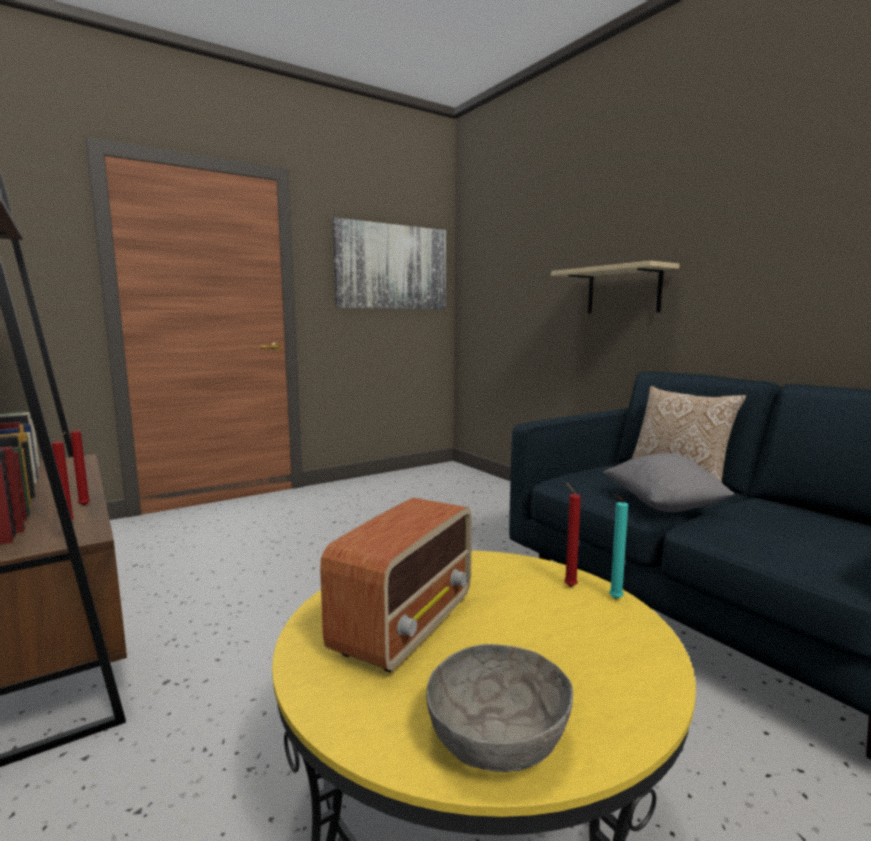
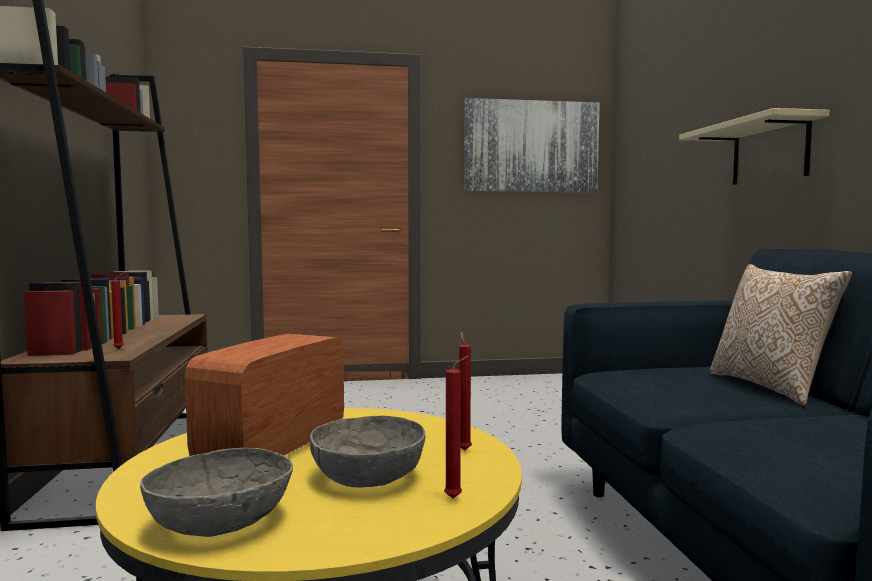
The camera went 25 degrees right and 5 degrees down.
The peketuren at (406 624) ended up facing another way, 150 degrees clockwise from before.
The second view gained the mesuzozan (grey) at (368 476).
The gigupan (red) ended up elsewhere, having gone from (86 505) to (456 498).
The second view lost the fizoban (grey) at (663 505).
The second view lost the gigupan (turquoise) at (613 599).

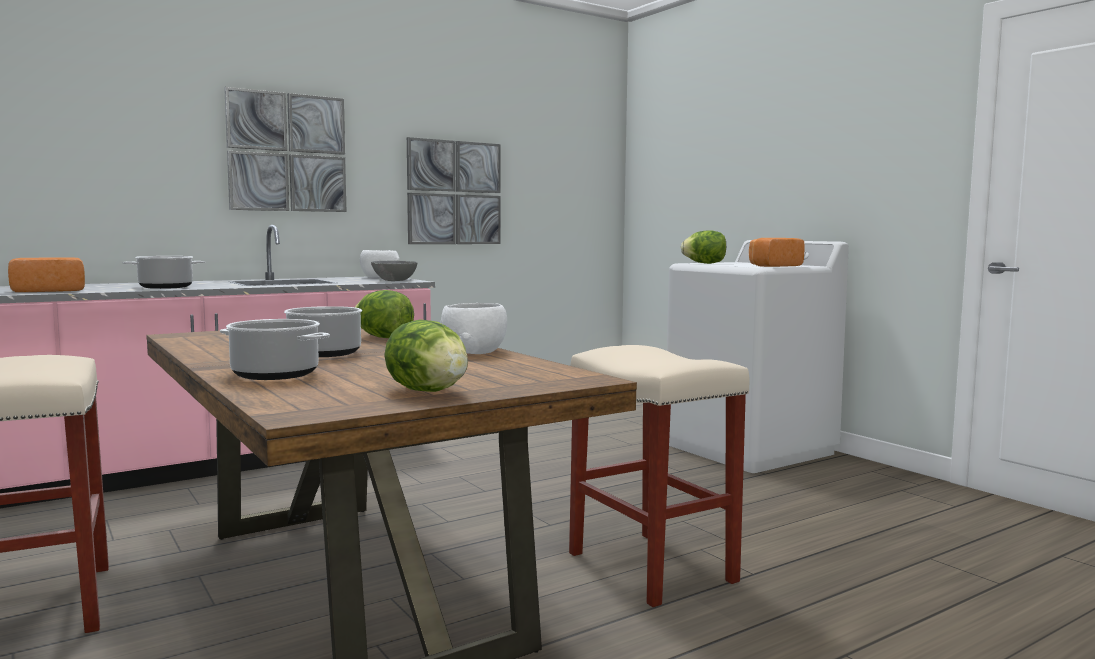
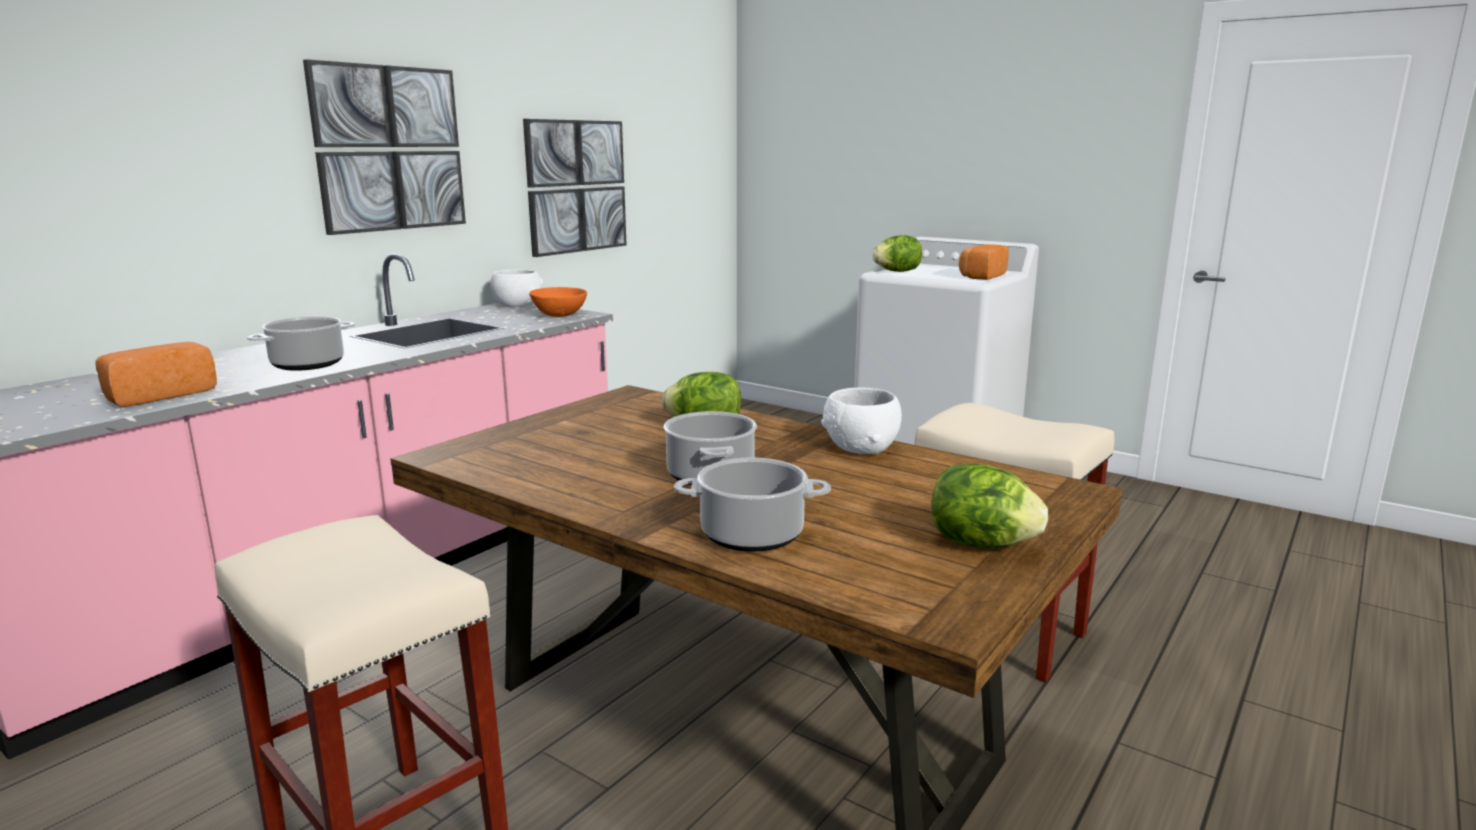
The camera went 20 degrees left and 10 degrees up.
What was the mesuzozan (grey) at (394 280) turned into the mesuzozan (orange) at (559 315).

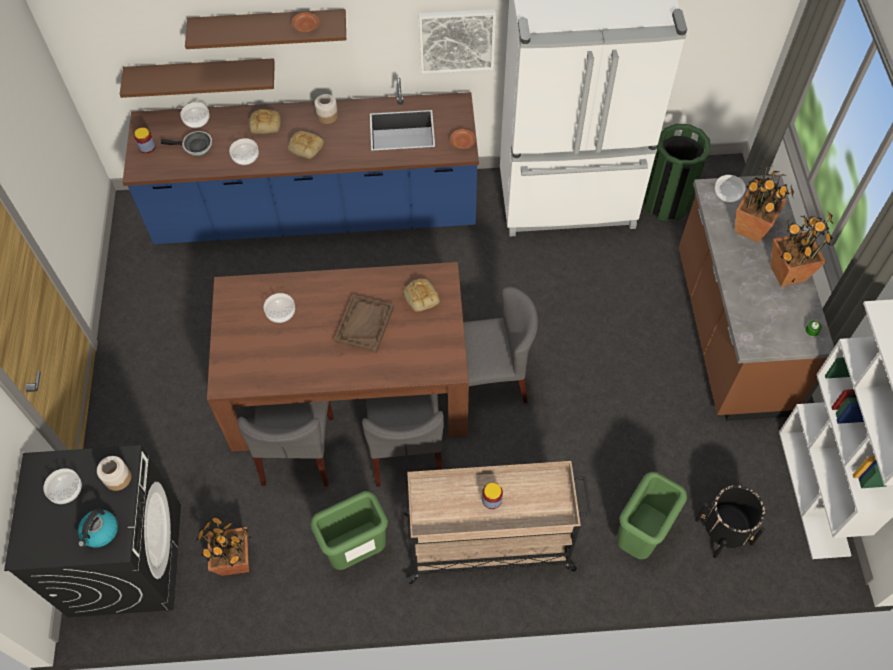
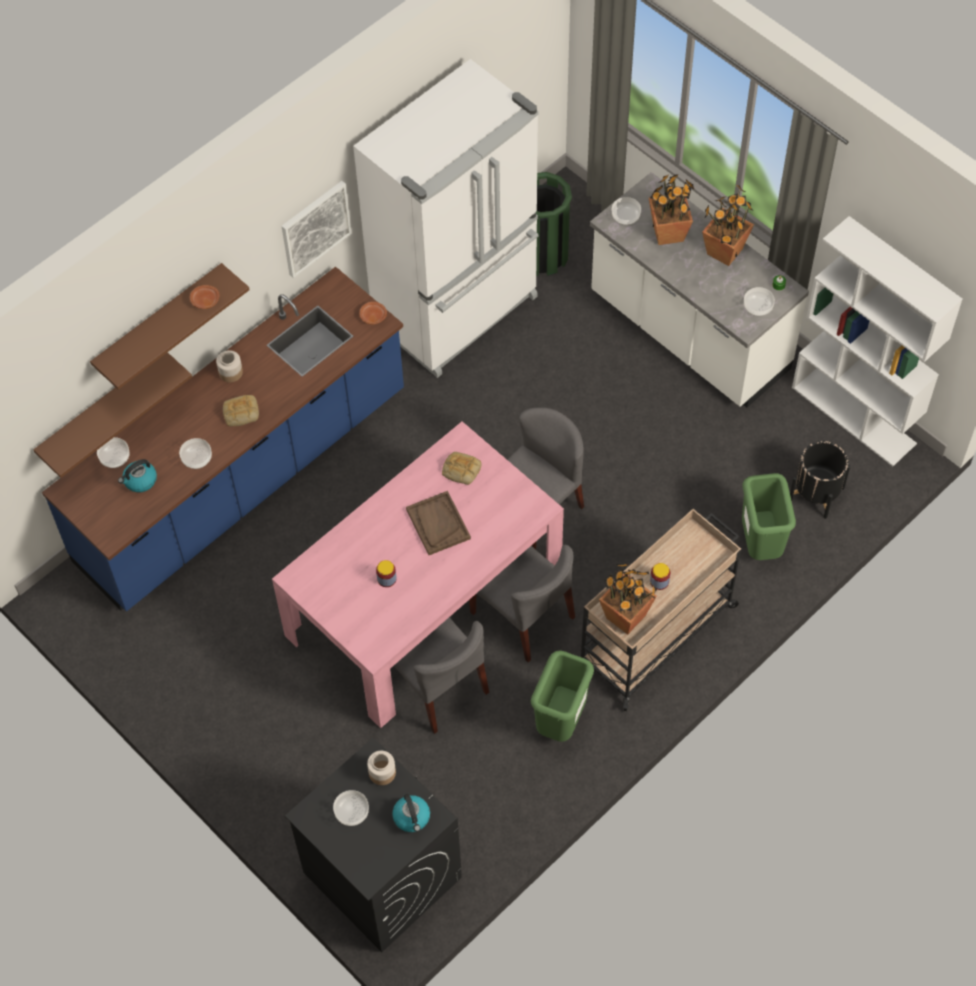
The camera went 40 degrees left and 0 degrees up.
Where the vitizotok stood at (195 146), the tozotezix came to stand at (140 481).
What was the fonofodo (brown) at (349 384) turned into the fonofodo (pink) at (424 601).
The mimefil ended up elsewhere, having gone from (147 147) to (386 579).
What was the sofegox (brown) at (728 332) turned into the sofegox (white) at (688 334).
The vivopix ended up elsewhere, having gone from (235 561) to (626 617).
The mesuzozan ended up elsewhere, having gone from (281 312) to (758 306).
The second view lost the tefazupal at (266 123).

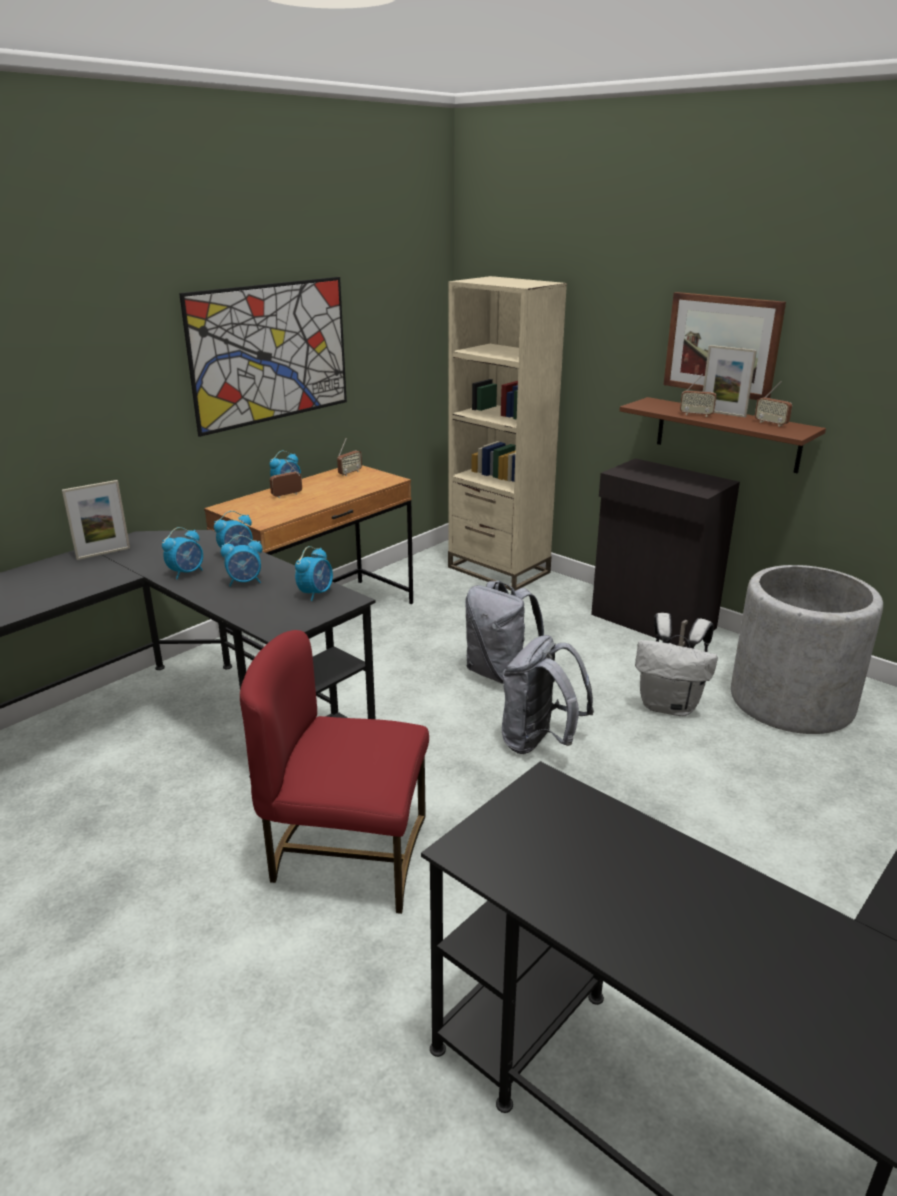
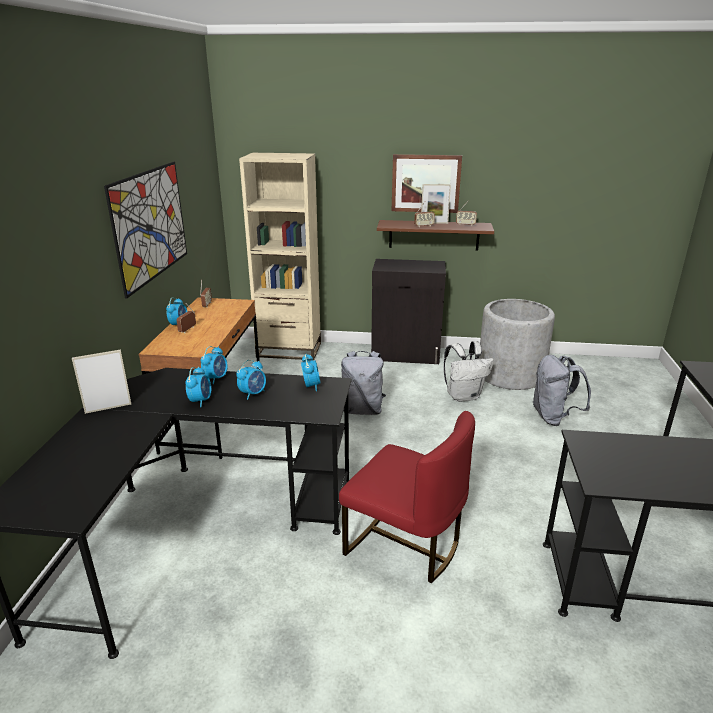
The camera went 35 degrees left and 0 degrees up.
The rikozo at (103 553) ended up facing another way, 135 degrees counterclockwise from before.
The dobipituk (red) at (348 855) ended up facing another way, 120 degrees counterclockwise from before.
The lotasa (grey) ended up elsewhere, having gone from (539 743) to (554 417).

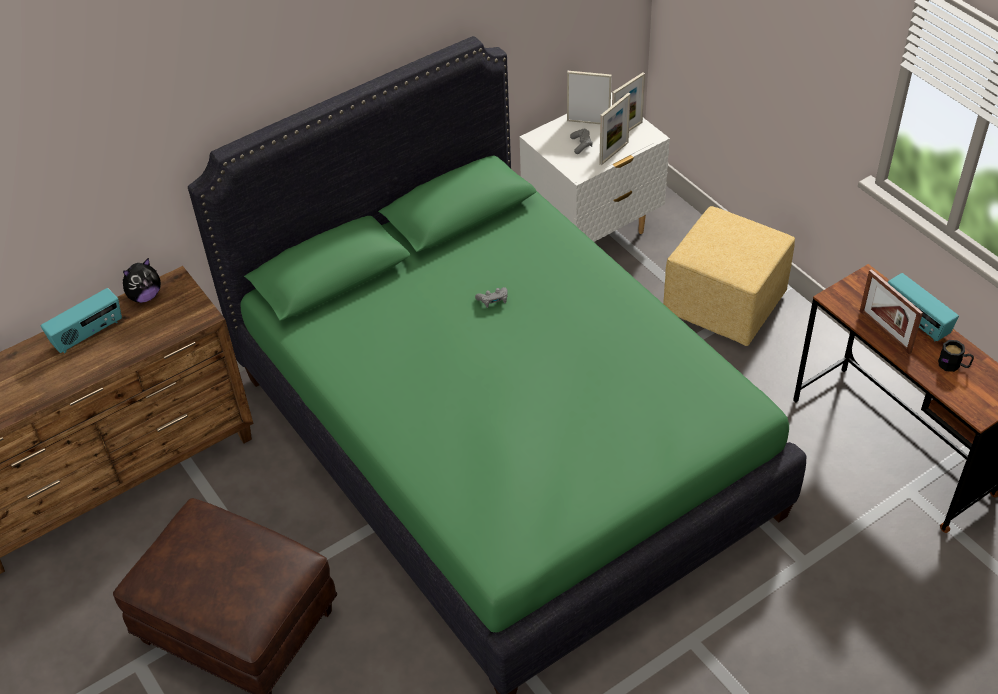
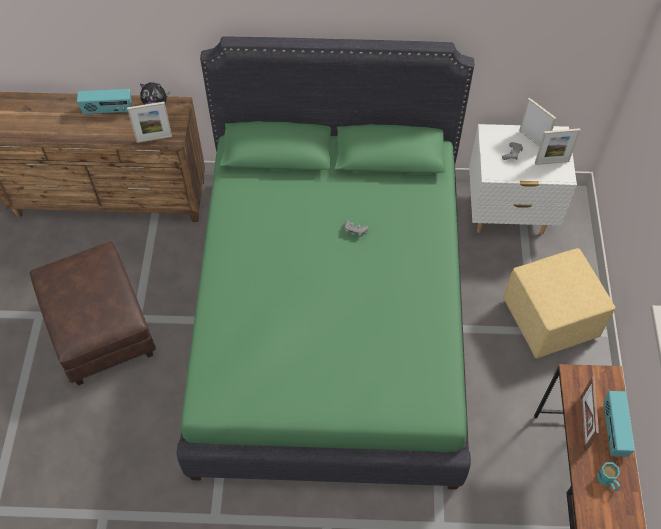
The camera went 35 degrees right and 10 degrees up.
The rikozo ended up elsewhere, having gone from (614 153) to (154 139).
What was the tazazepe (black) at (953 365) turned into the tazazepe (turquoise) at (607 480).

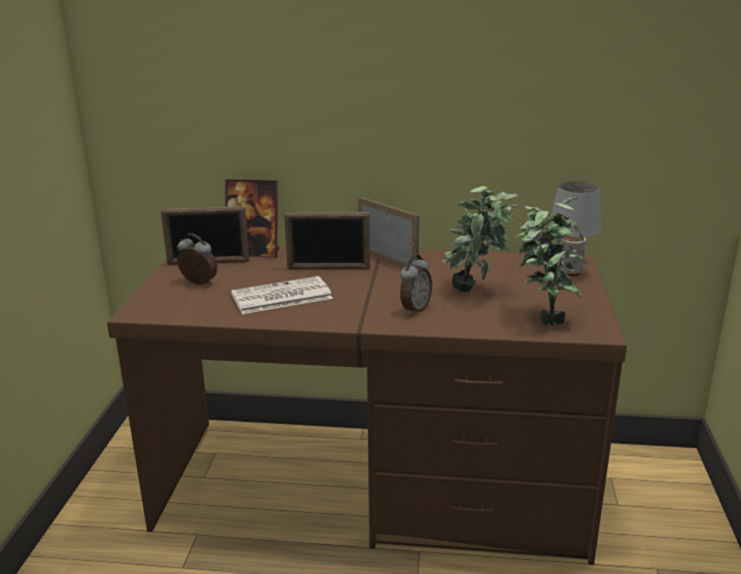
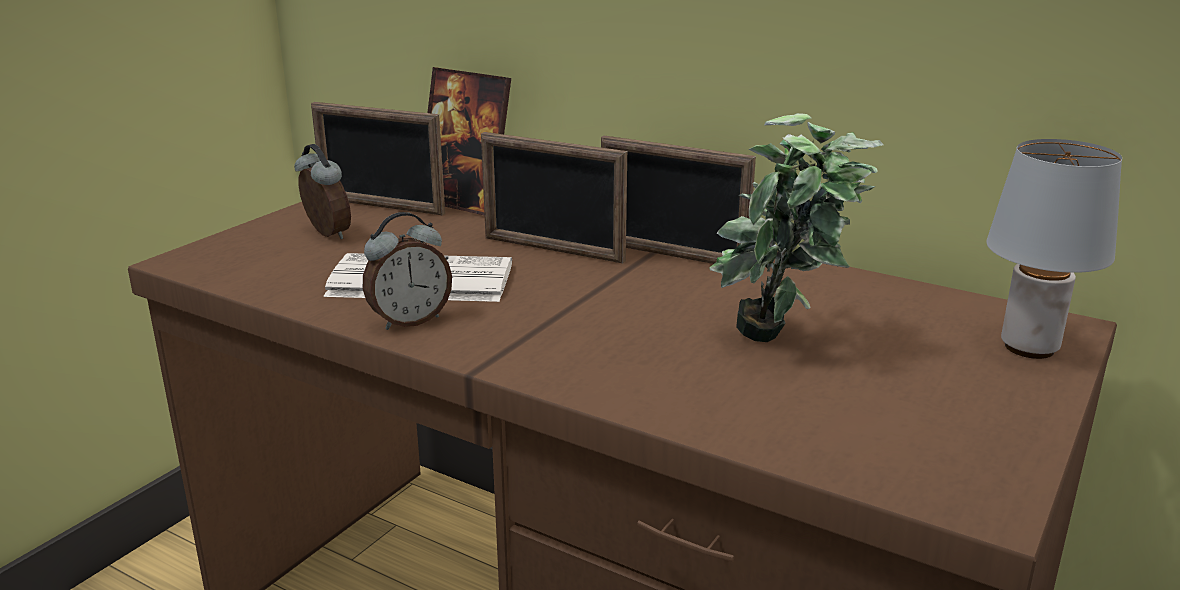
The camera went 25 degrees right and 0 degrees up.
The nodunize ended up elsewhere, having gone from (414 309) to (409 320).
The rikozo at (388 260) ended up facing another way, 135 degrees clockwise from before.
The second view lost the vivopix at (544 317).

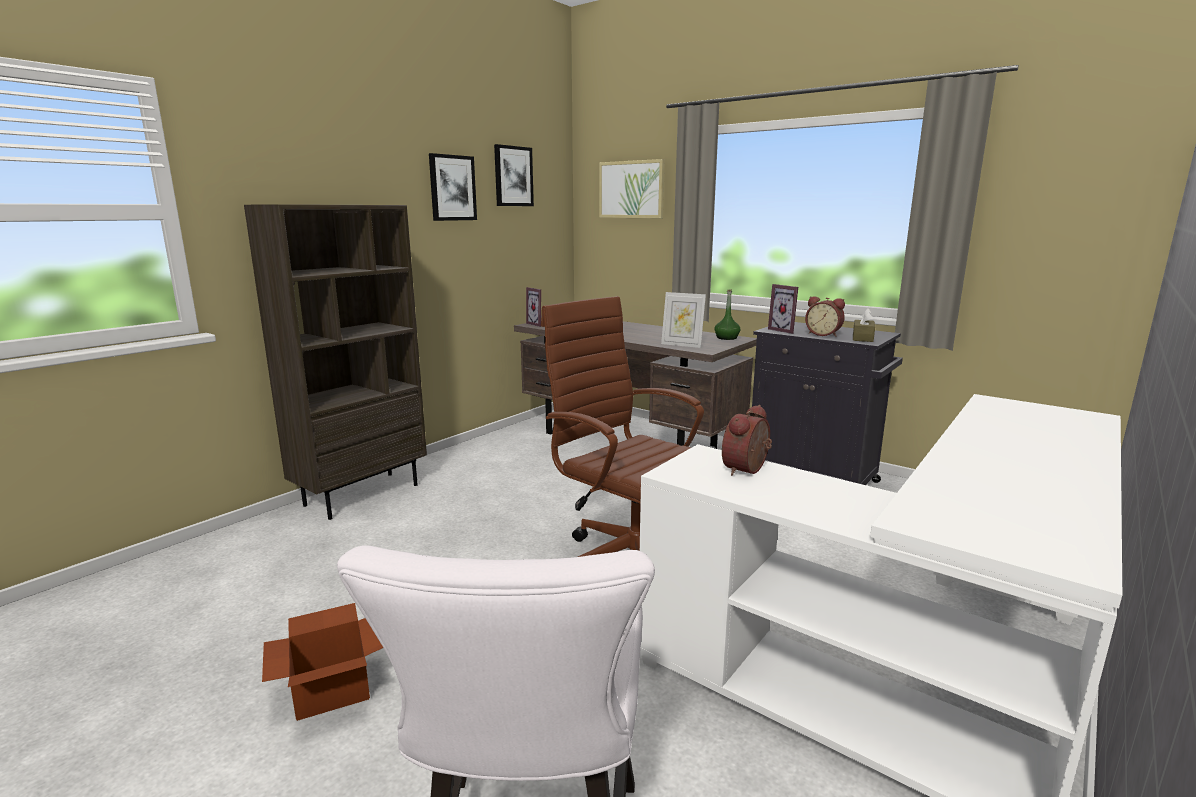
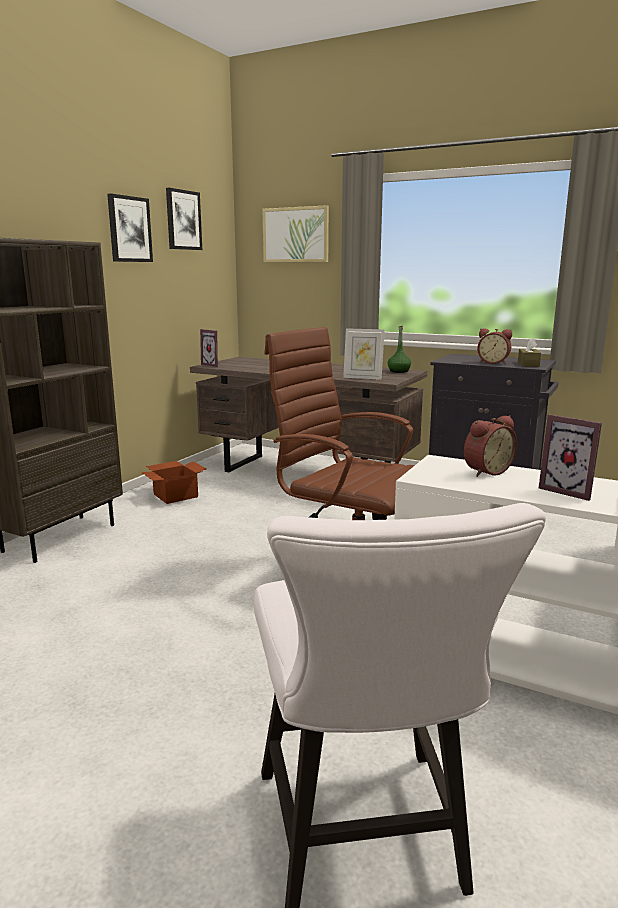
The camera went 10 degrees left and 0 degrees up.
The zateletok ended up elsewhere, having gone from (333 686) to (176 495).
The nodunize at (748 470) ended up facing another way, 150 degrees counterclockwise from before.
The rikozo ended up elsewhere, having gone from (785 330) to (569 491).

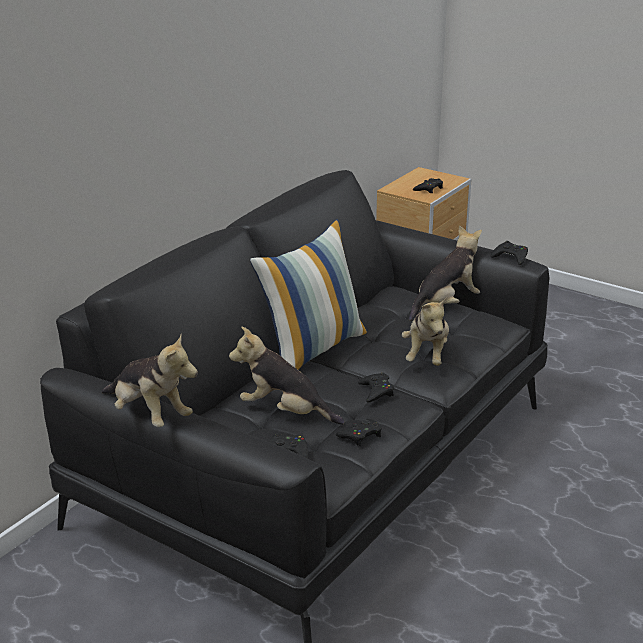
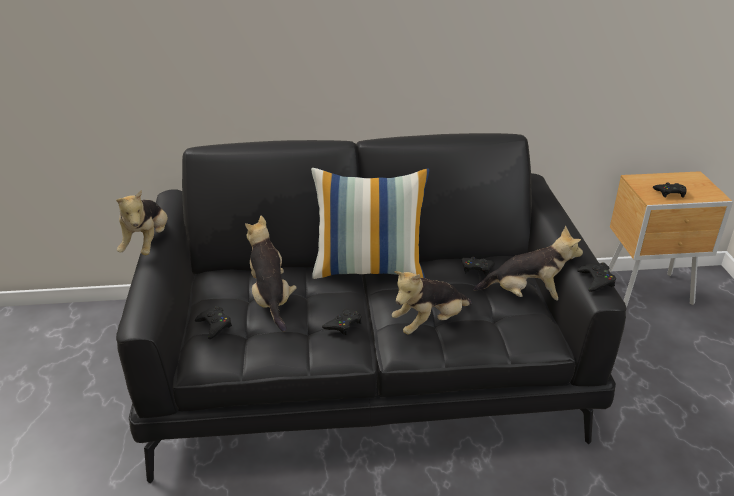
The camera went 50 degrees right and 5 degrees up.
The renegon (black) ended up elsewhere, having gone from (360 435) to (477 268).

